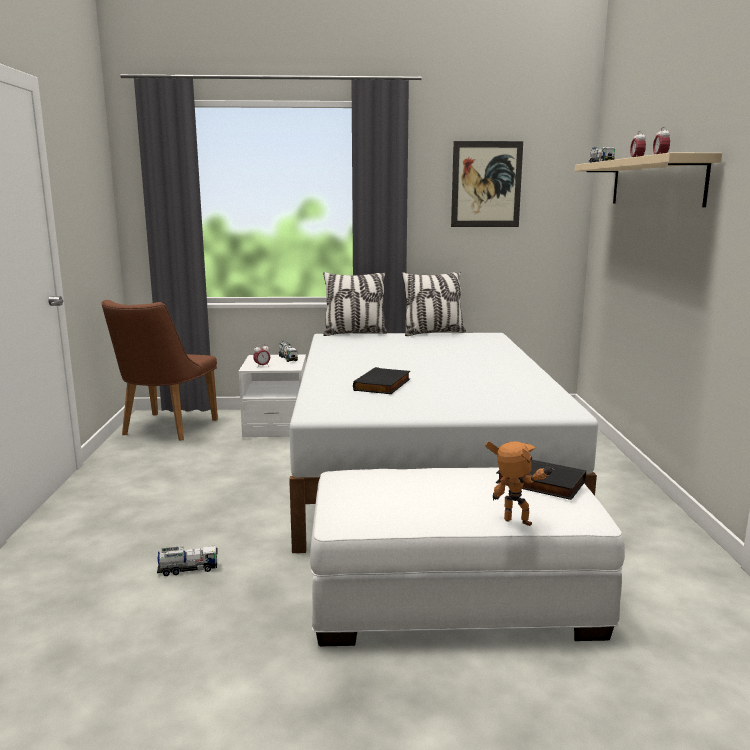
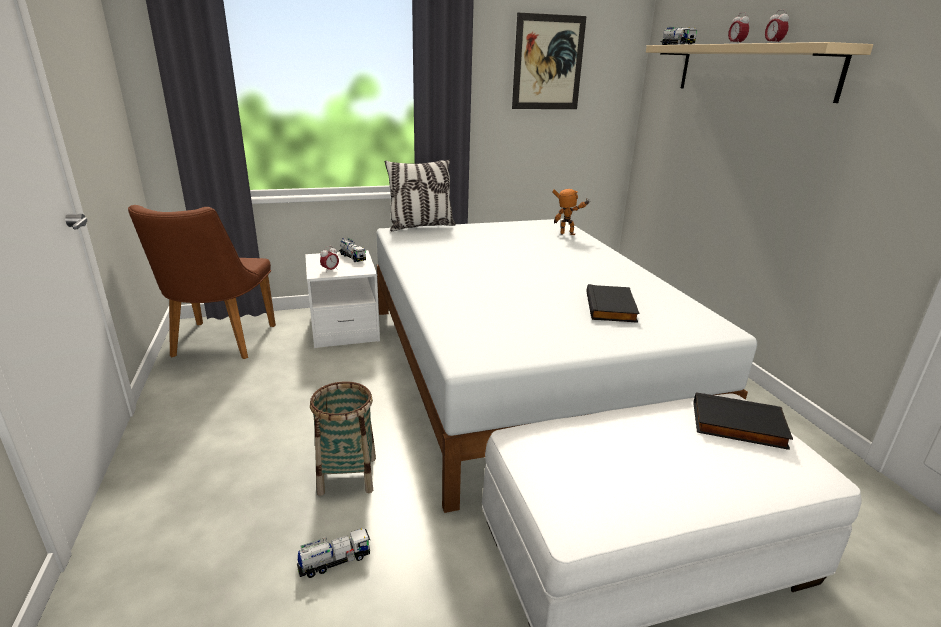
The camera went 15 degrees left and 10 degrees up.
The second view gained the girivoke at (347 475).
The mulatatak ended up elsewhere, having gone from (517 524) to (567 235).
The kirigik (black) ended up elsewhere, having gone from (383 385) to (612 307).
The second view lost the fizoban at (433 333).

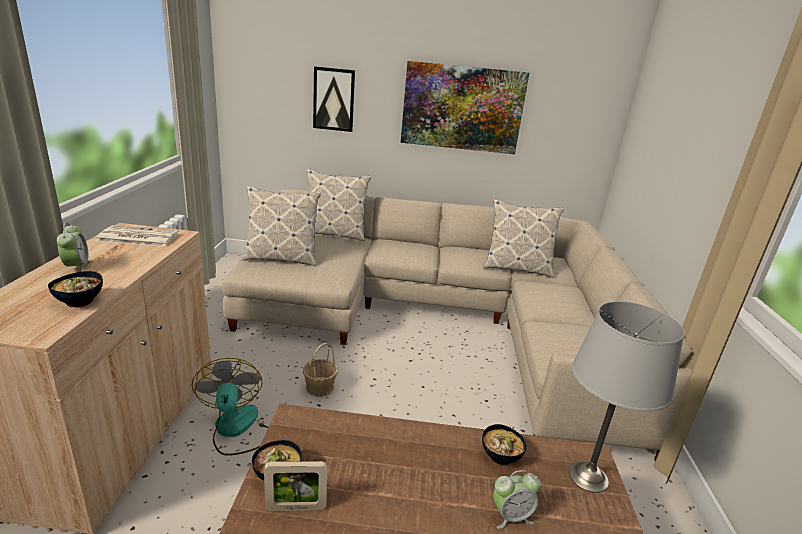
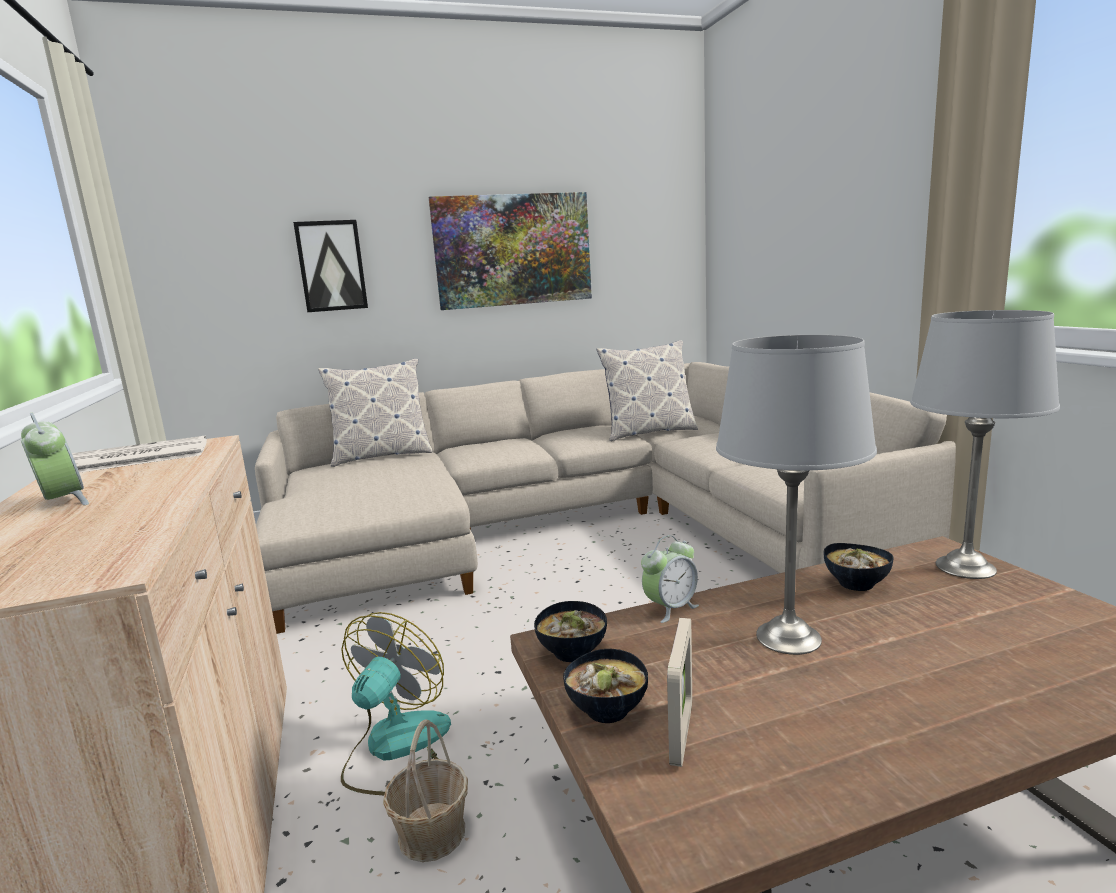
The camera went 20 degrees left and 10 degrees down.
The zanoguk at (237 429) ended up facing another way, 60 degrees clockwise from before.
The girivoke ended up elsewhere, having gone from (319 387) to (431 833).
The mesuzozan ended up elsewhere, having gone from (81 302) to (573 652).
The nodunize ended up elsewhere, having gone from (511 516) to (670 608).
The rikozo at (296 507) ended up facing another way, 45 degrees counterclockwise from before.
The second view gained the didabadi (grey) at (788 638).
The second view lost the fizoban at (281 258).

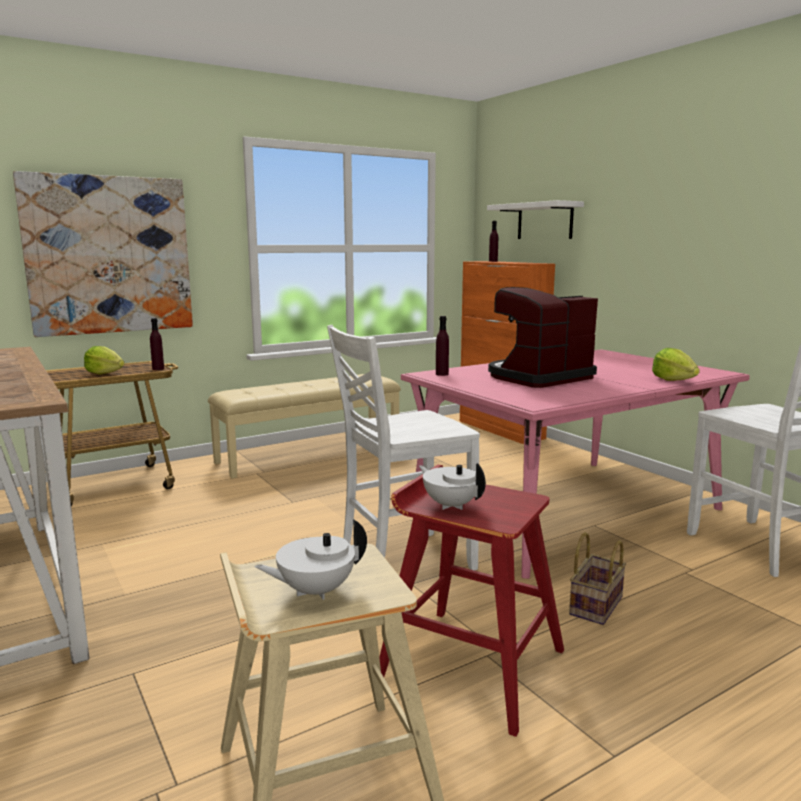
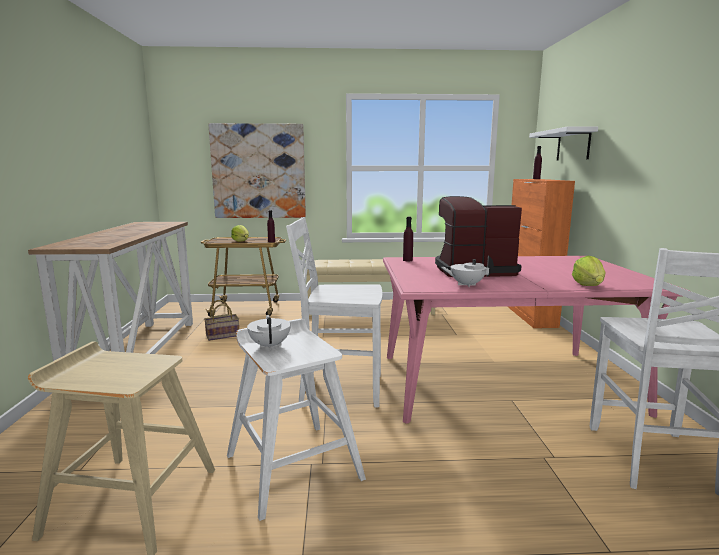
The camera went 30 degrees right and 0 degrees up.
The girivoke ended up elsewhere, having gone from (595 604) to (223 335).
What was the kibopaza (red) at (470 665) turned into the kibopaza (white) at (293 465).
The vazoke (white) ended up elsewhere, having gone from (315 591) to (466 285).

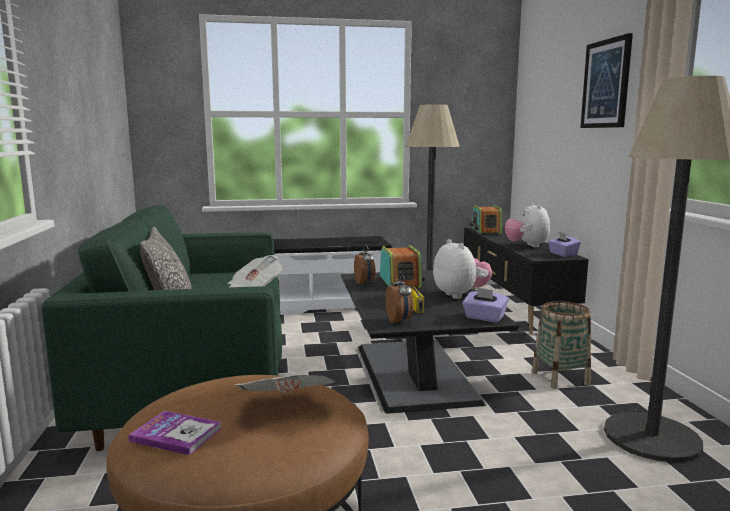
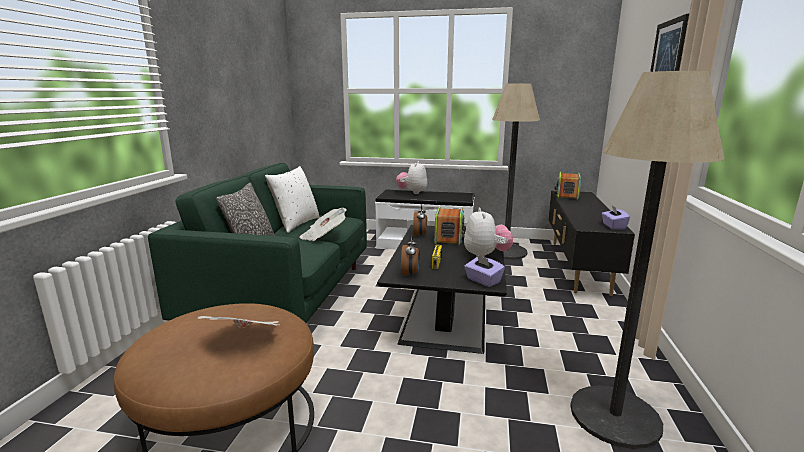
The camera went 20 degrees right and 5 degrees up.
The second view gained the fizoban (white) at (296 224).
The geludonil ended up elsewhere, having gone from (527 246) to (412 192).
The second view lost the kirigik at (176 434).
The second view lost the girivoke at (560 378).

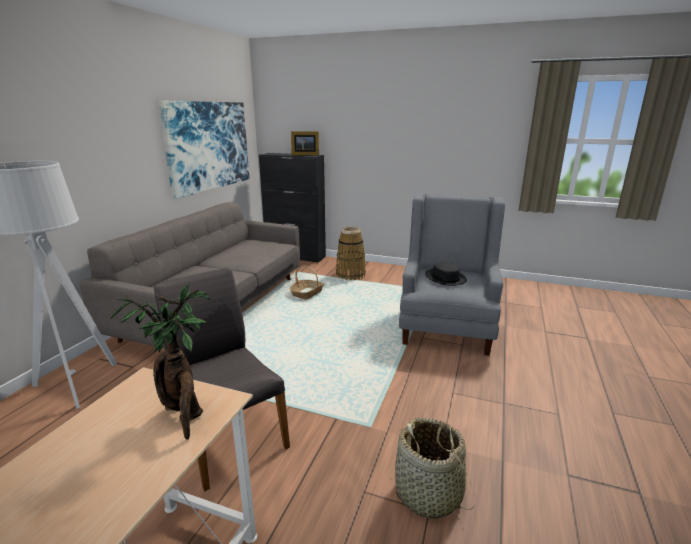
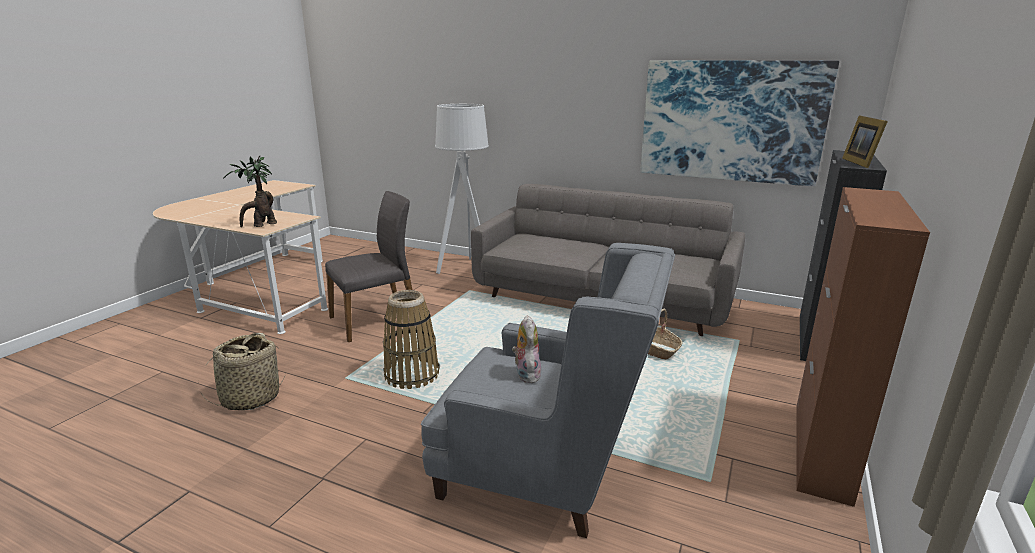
The camera went 95 degrees right and 0 degrees up.
The girivoke ended up elsewhere, having gone from (350 275) to (412 375).
Where the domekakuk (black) stood at (445 278), the geludonil came to stand at (526 374).
The second view gained the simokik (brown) at (821 450).

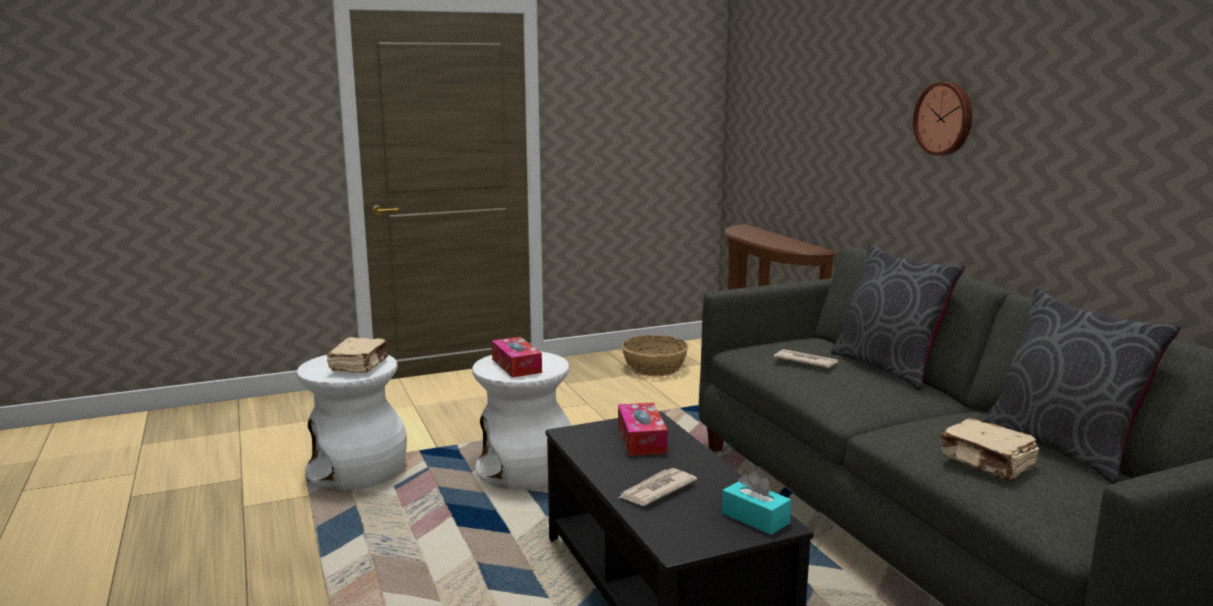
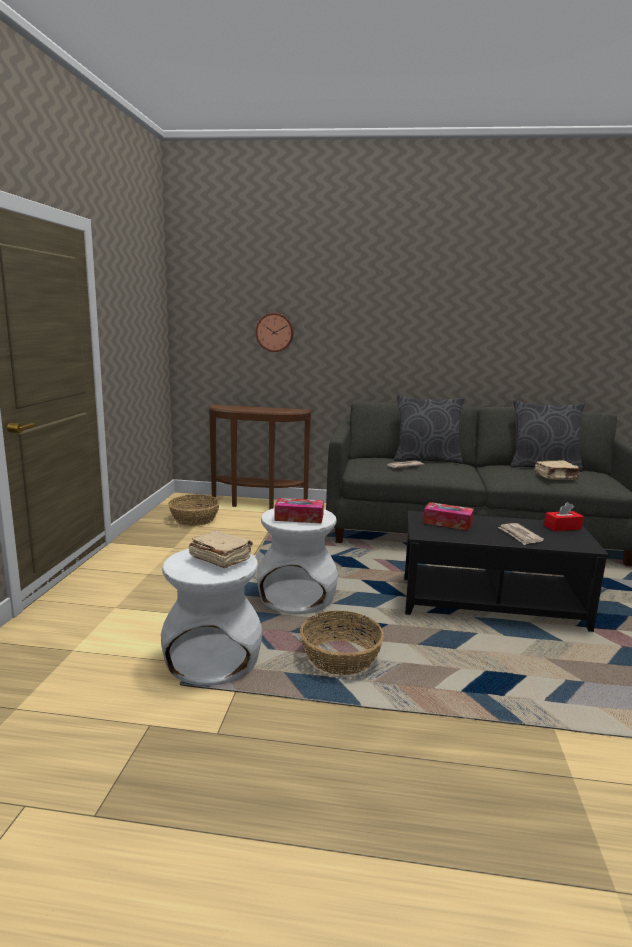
The camera went 60 degrees left and 0 degrees up.
The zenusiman ended up elsewhere, having gone from (945 118) to (275 332).
The second view gained the girivoke at (340 657).
What was the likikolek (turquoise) at (755 518) turned into the likikolek (red) at (562 527).

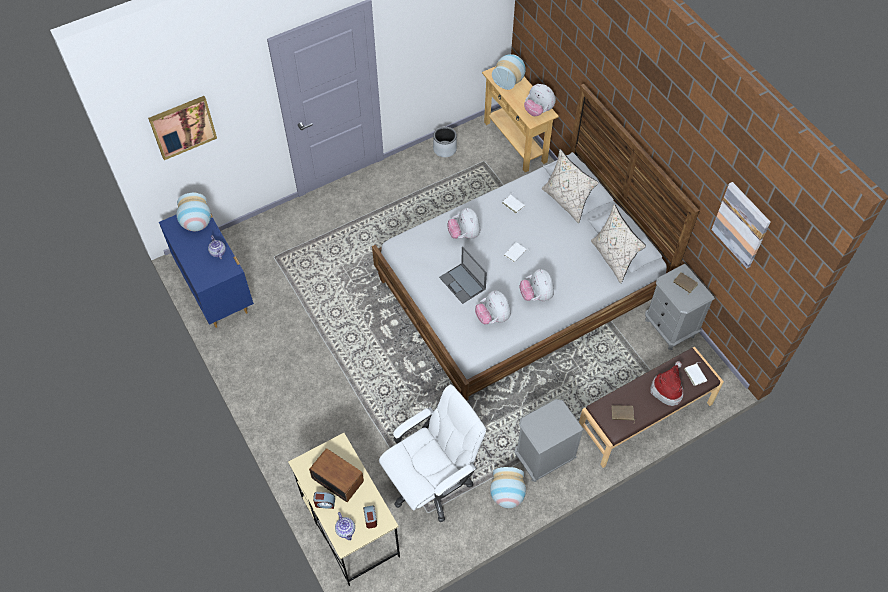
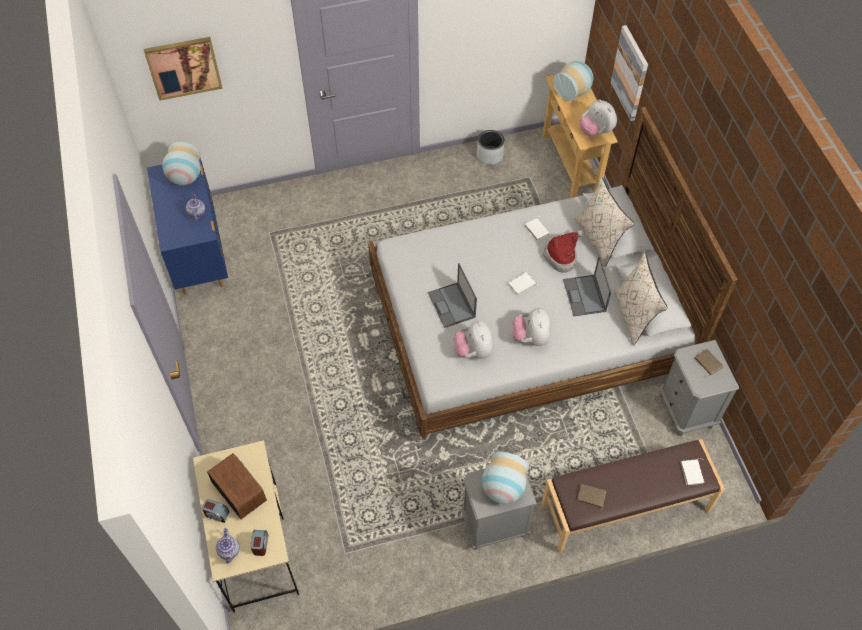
The camera went 15 degrees right and 0 degrees up.
The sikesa ended up elsewhere, having gone from (507 495) to (503 488).
The domekakuk ended up elsewhere, having gone from (667 389) to (562 256).
The second view gained the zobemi at (584 296).
The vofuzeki ended up elsewhere, having gone from (741 224) to (630 73).
The second view lost the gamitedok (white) at (431 483).
The second view lost the geludonil at (464 234).

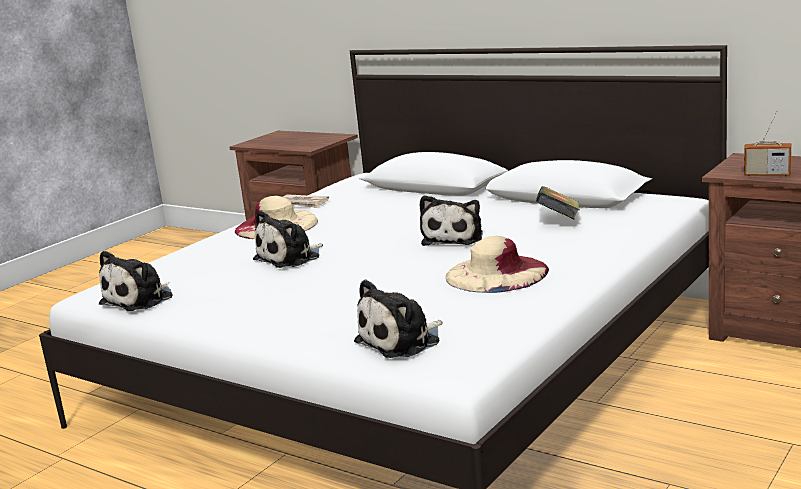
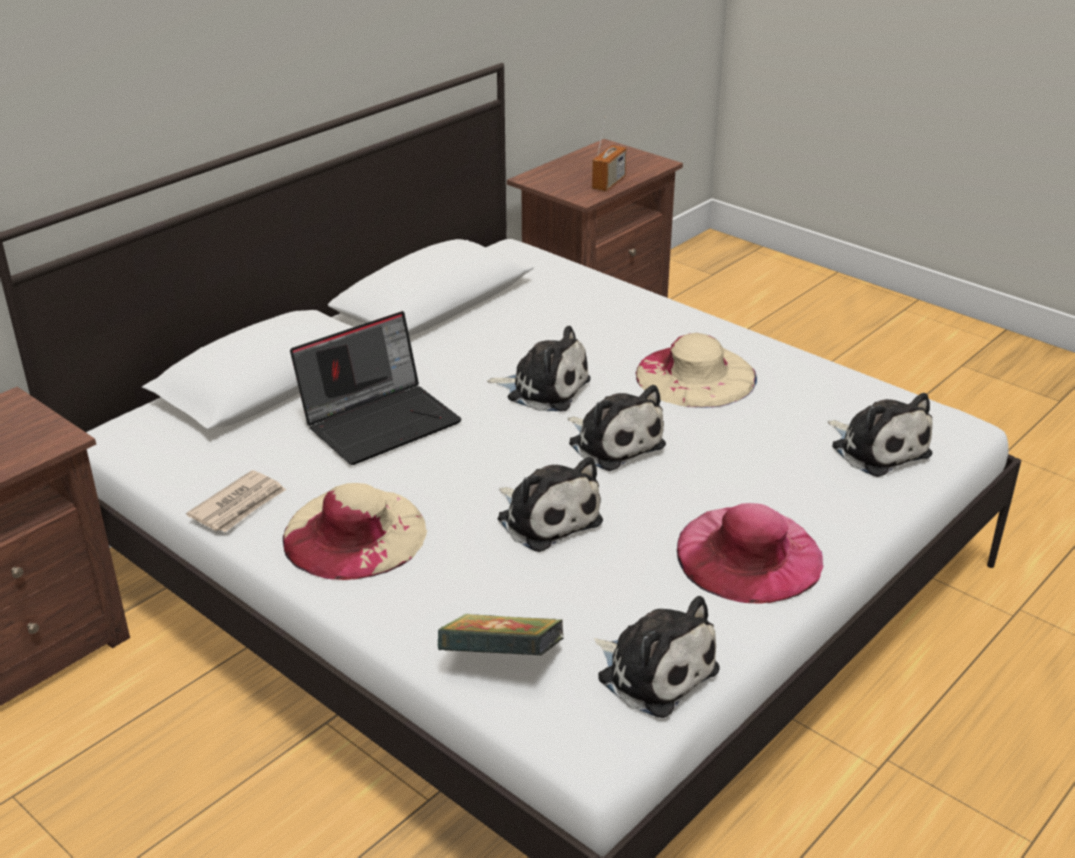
The camera went 85 degrees left and 15 degrees up.
The second view gained the zobemi at (381 420).
The kirigik ended up elsewhere, having gone from (559 221) to (501 661).
The second view gained the geludonil at (613 443).
The second view gained the domekakuk (pink) at (748 554).

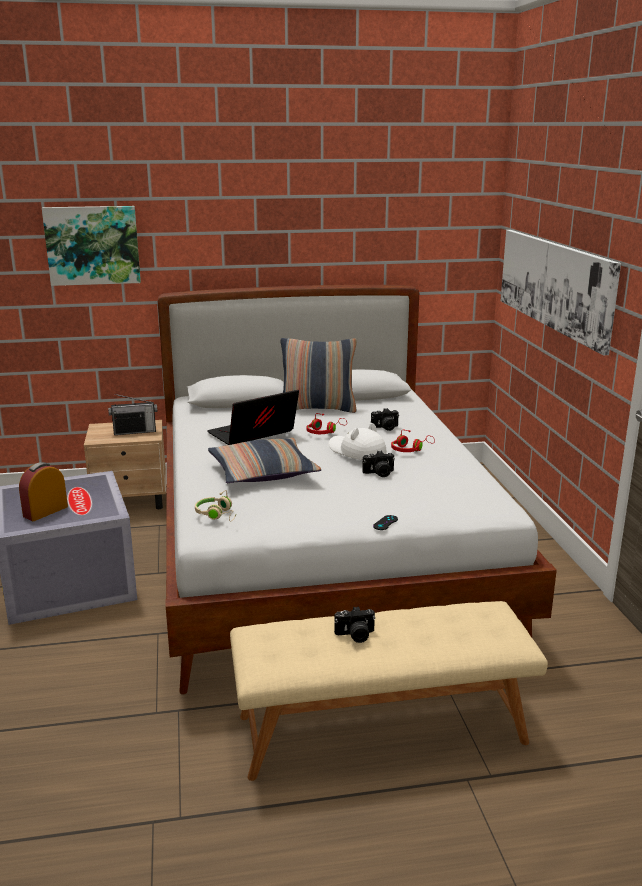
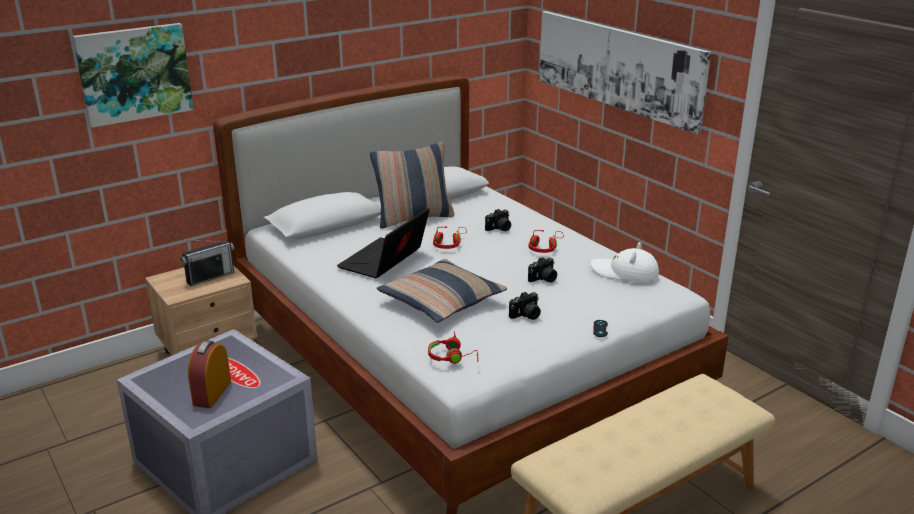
The camera went 25 degrees left and 5 degrees up.
What was the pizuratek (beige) at (217 515) turned into the pizuratek (red) at (452 357).
The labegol ended up elsewhere, having gone from (355 635) to (526 316).
The domekakuk (white) ended up elsewhere, having gone from (356 451) to (625 272).

